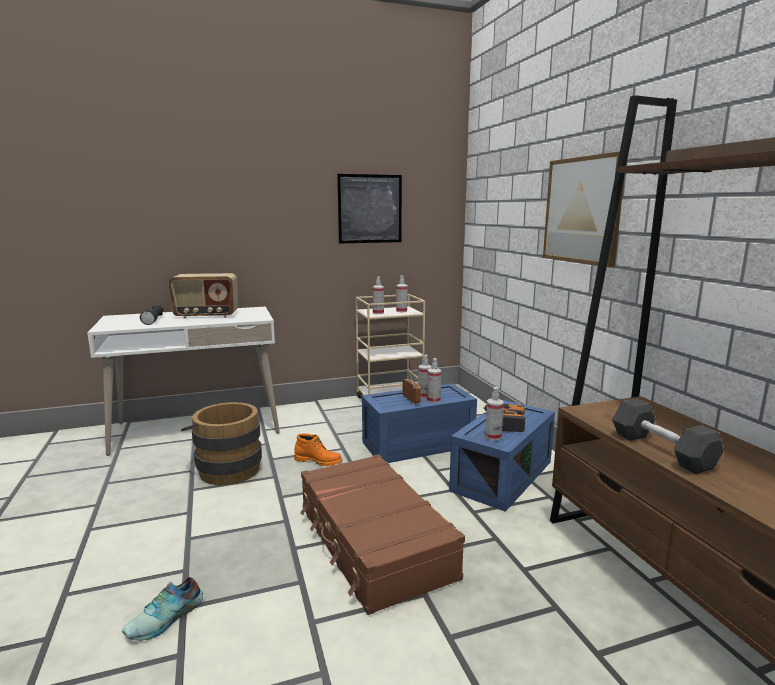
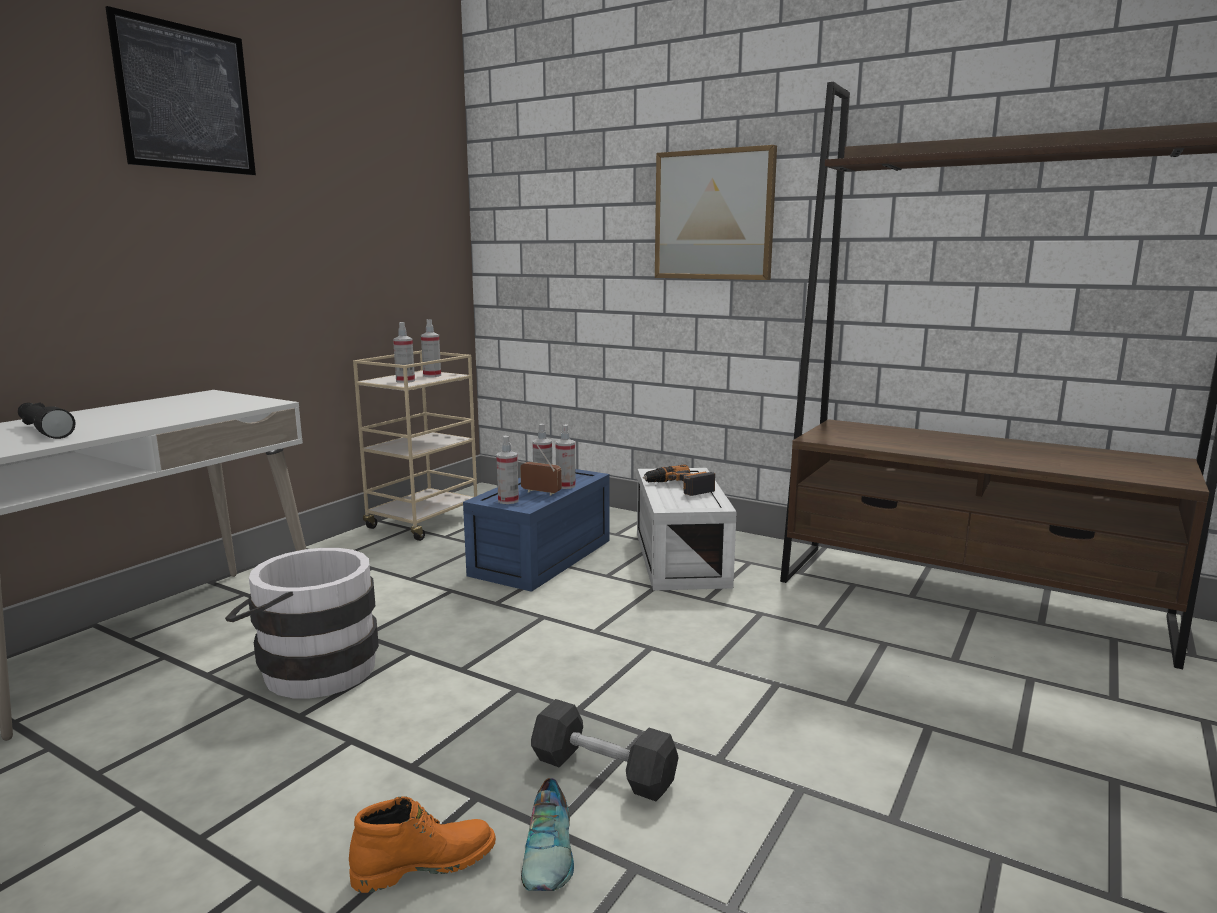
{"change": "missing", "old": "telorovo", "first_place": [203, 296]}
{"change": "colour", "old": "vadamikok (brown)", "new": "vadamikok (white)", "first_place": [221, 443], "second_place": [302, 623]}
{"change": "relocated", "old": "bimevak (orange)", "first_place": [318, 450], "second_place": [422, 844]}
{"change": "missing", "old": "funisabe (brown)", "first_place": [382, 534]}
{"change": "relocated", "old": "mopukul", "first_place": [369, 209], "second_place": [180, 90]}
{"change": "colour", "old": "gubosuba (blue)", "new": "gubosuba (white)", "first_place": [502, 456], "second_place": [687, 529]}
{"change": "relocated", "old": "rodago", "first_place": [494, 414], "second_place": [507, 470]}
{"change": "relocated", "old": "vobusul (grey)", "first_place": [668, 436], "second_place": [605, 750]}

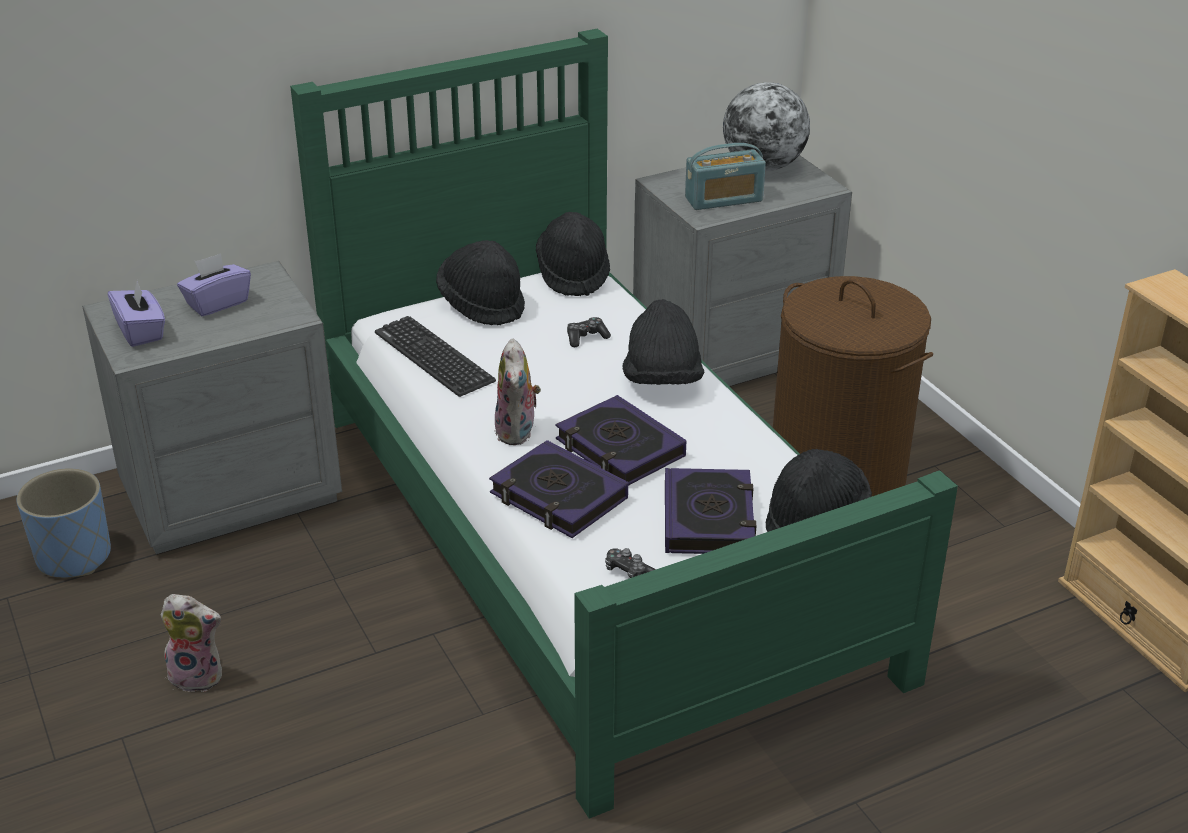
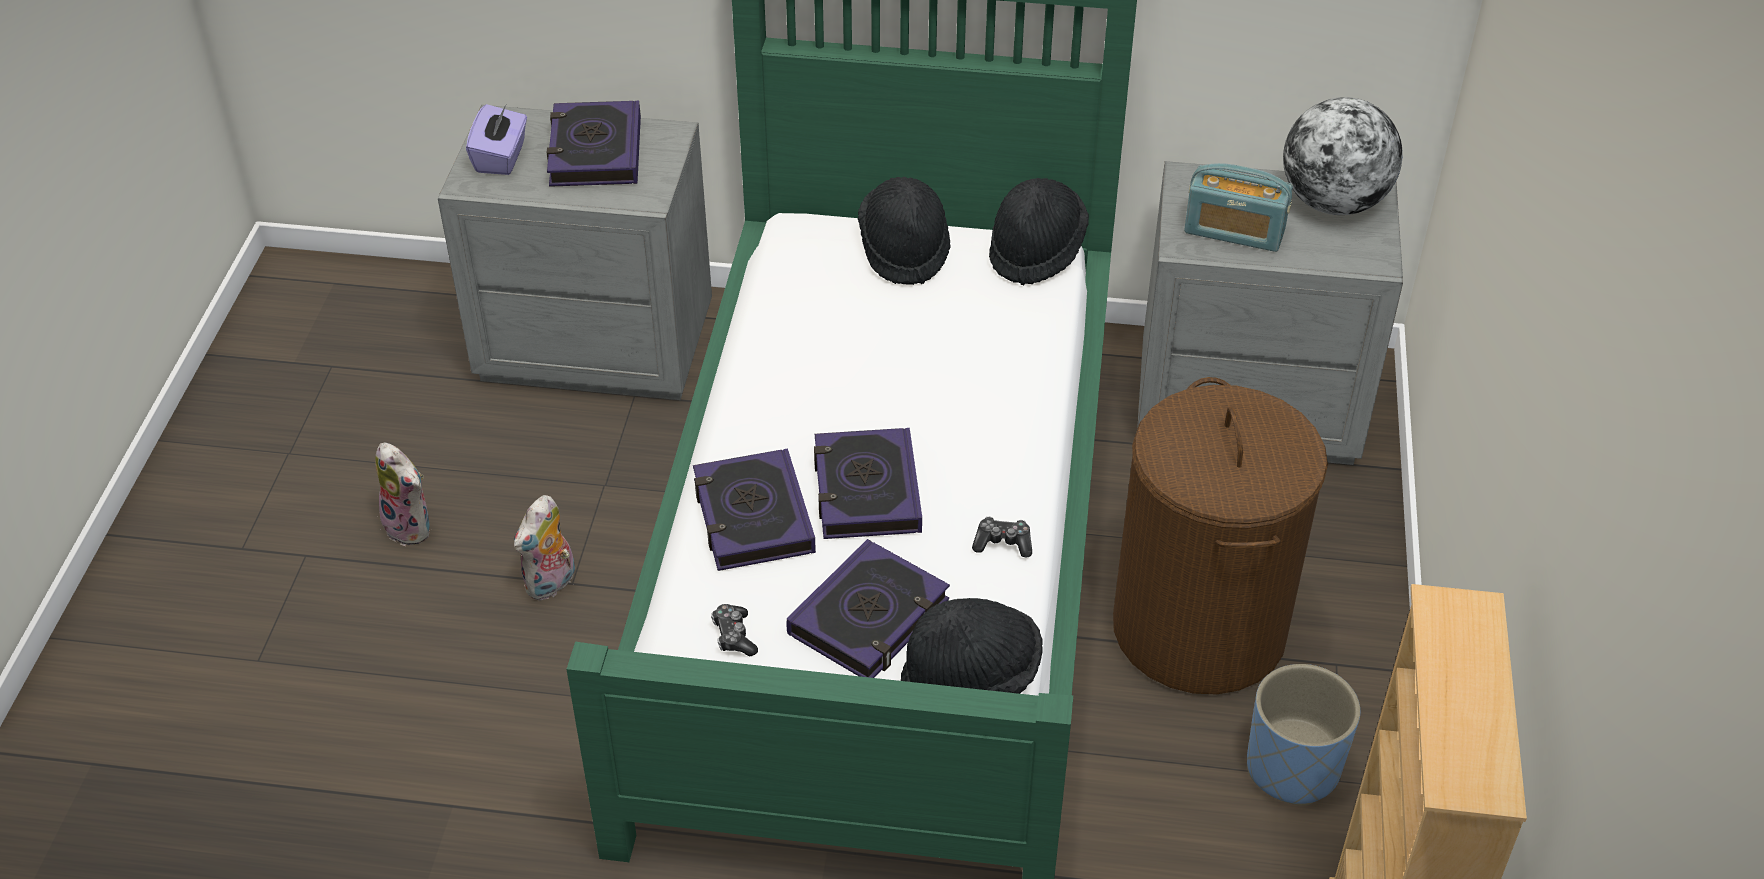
{"change": "relocated", "old": "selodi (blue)", "first_place": [63, 523], "second_place": [1303, 735]}
{"change": "exchanged", "old": "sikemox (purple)", "new": "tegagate", "first_place": [214, 284], "second_place": [594, 144]}
{"change": "missing", "old": "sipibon", "first_place": [435, 356]}
{"change": "relocated", "old": "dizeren", "first_place": [517, 391], "second_place": [544, 548]}
{"change": "relocated", "old": "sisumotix", "first_place": [589, 332], "second_place": [1002, 537]}
{"change": "missing", "old": "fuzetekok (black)", "first_place": [663, 342]}

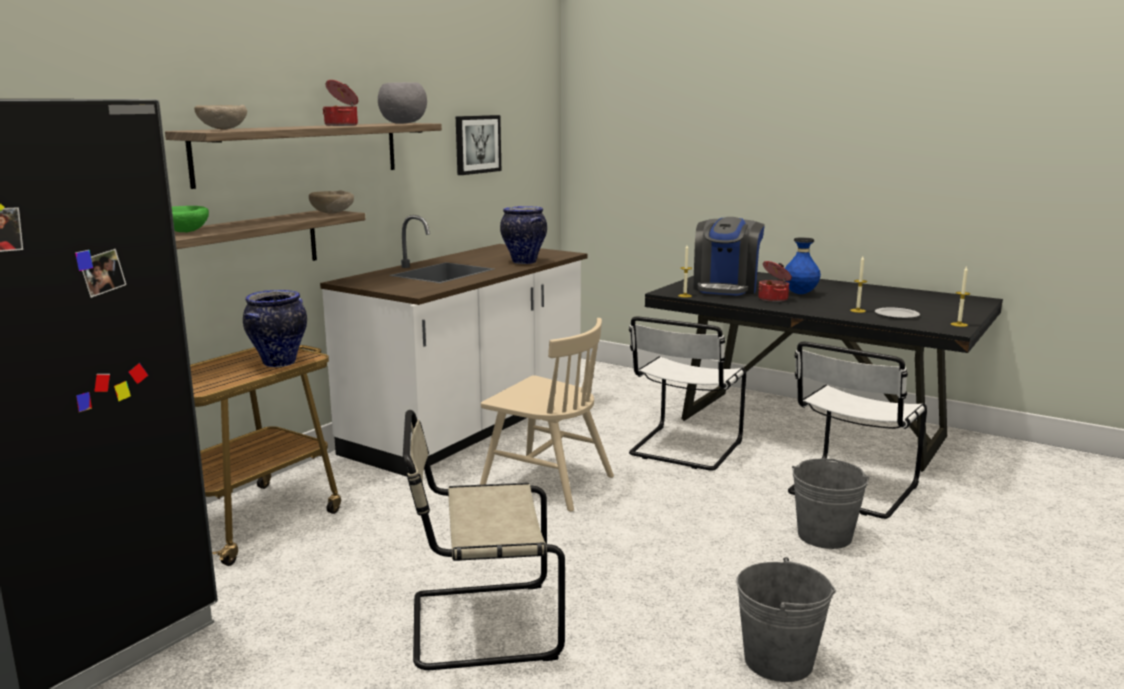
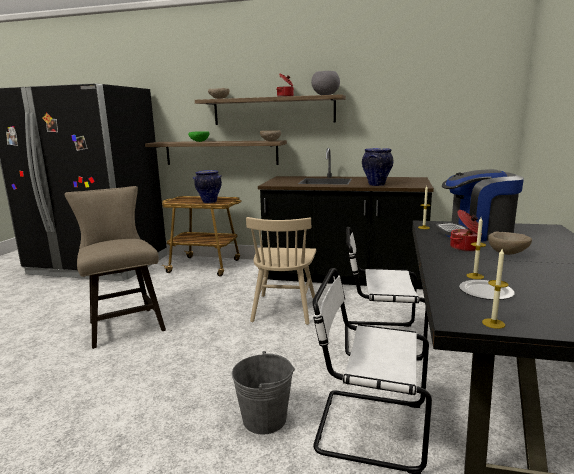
{"change": "colour", "old": "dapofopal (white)", "new": "dapofopal (black)", "first_place": [454, 346], "second_place": [346, 218]}
{"change": "exchanged", "old": "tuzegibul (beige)", "new": "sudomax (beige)", "first_place": [484, 540], "second_place": [115, 267]}
{"change": "missing", "old": "mopukul", "first_place": [478, 145]}
{"change": "missing", "old": "vadamikok (grey)", "first_place": [786, 619]}
{"change": "exchanged", "old": "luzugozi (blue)", "new": "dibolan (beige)", "first_place": [803, 265], "second_place": [510, 243]}

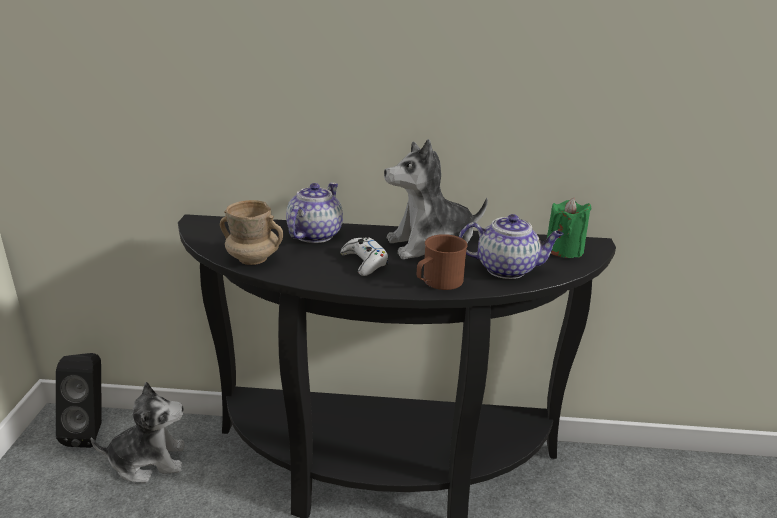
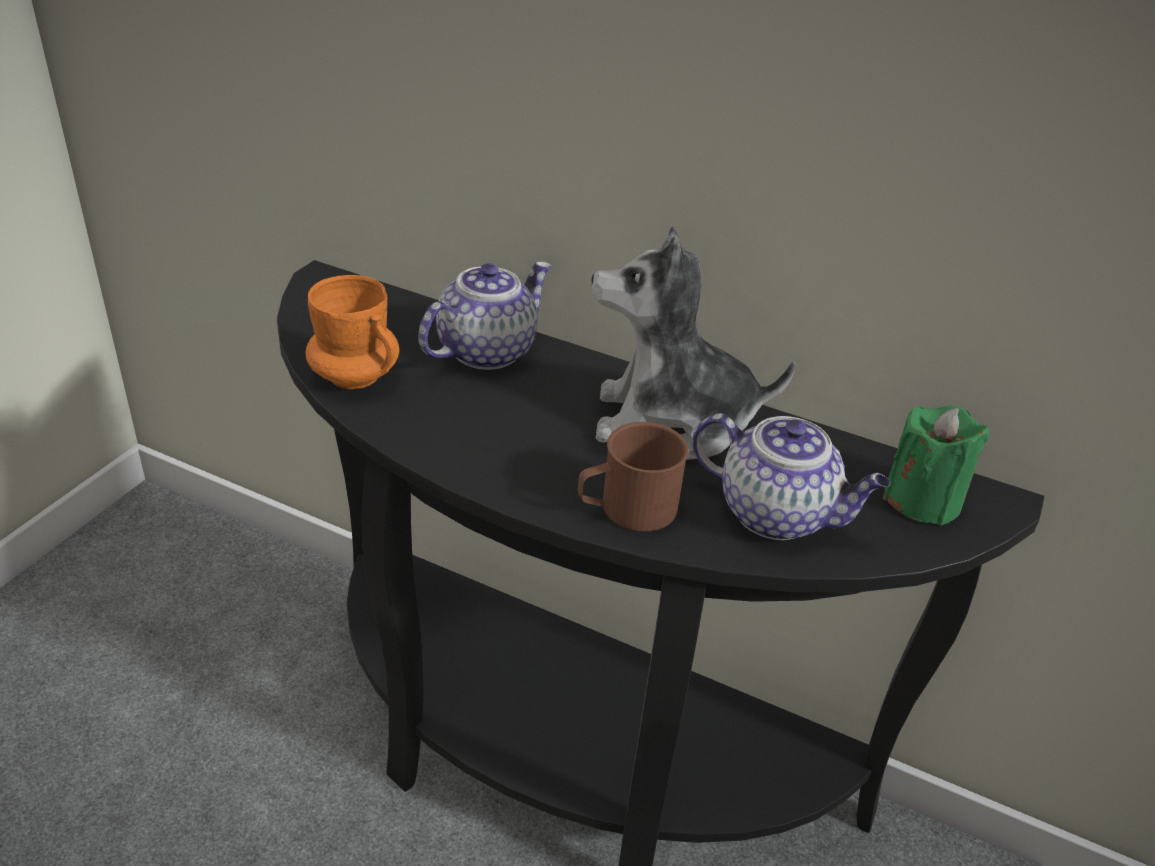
{"change": "missing", "old": "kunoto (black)", "first_place": [79, 400]}
{"change": "missing", "old": "dizeren", "first_place": [138, 432]}
{"change": "colour", "old": "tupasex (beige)", "new": "tupasex (orange)", "first_place": [251, 232], "second_place": [352, 332]}
{"change": "missing", "old": "sisumotix (white)", "first_place": [364, 256]}

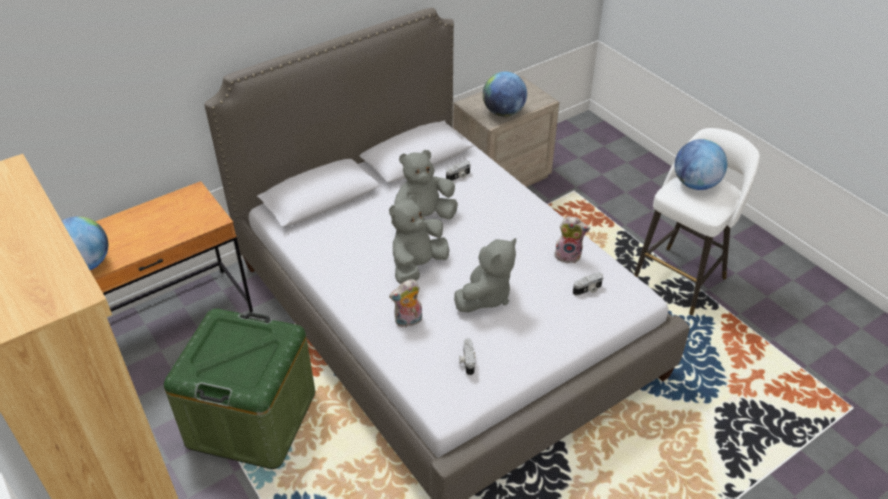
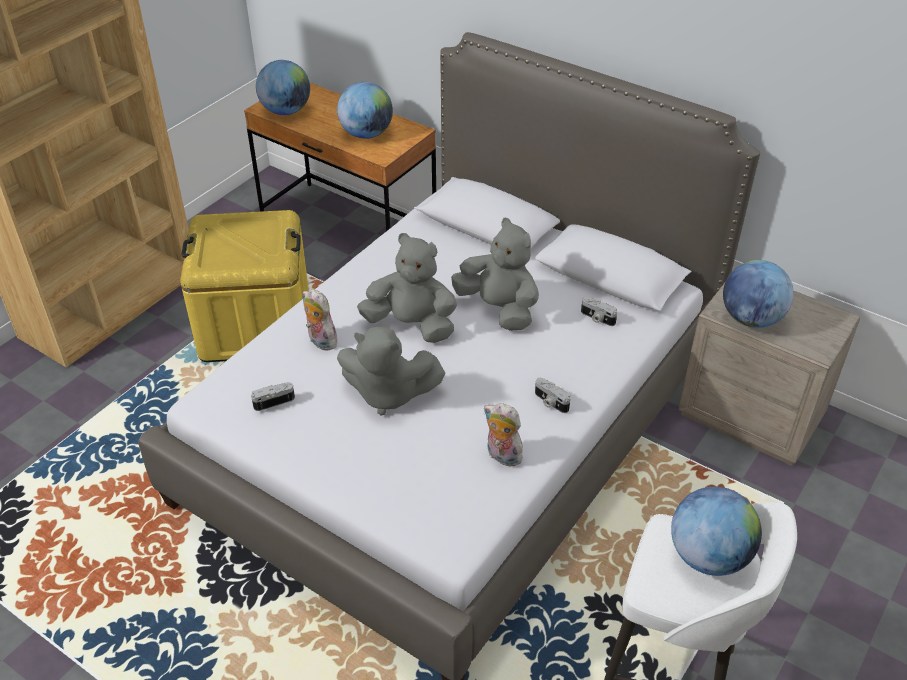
{"change": "colour", "old": "gubosuba (green)", "new": "gubosuba (yellow)", "first_place": [239, 388], "second_place": [244, 286]}
{"change": "spun", "old": "dizeren", "first_place": [572, 239], "second_place": [503, 434], "degrees": 135}
{"change": "relocated", "old": "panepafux", "first_place": [588, 284], "second_place": [552, 395]}
{"change": "appeared", "new": "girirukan", "second_place": [365, 110]}

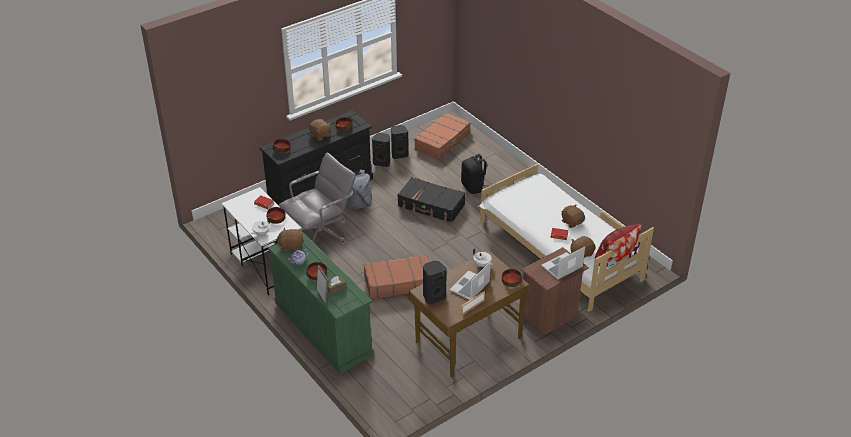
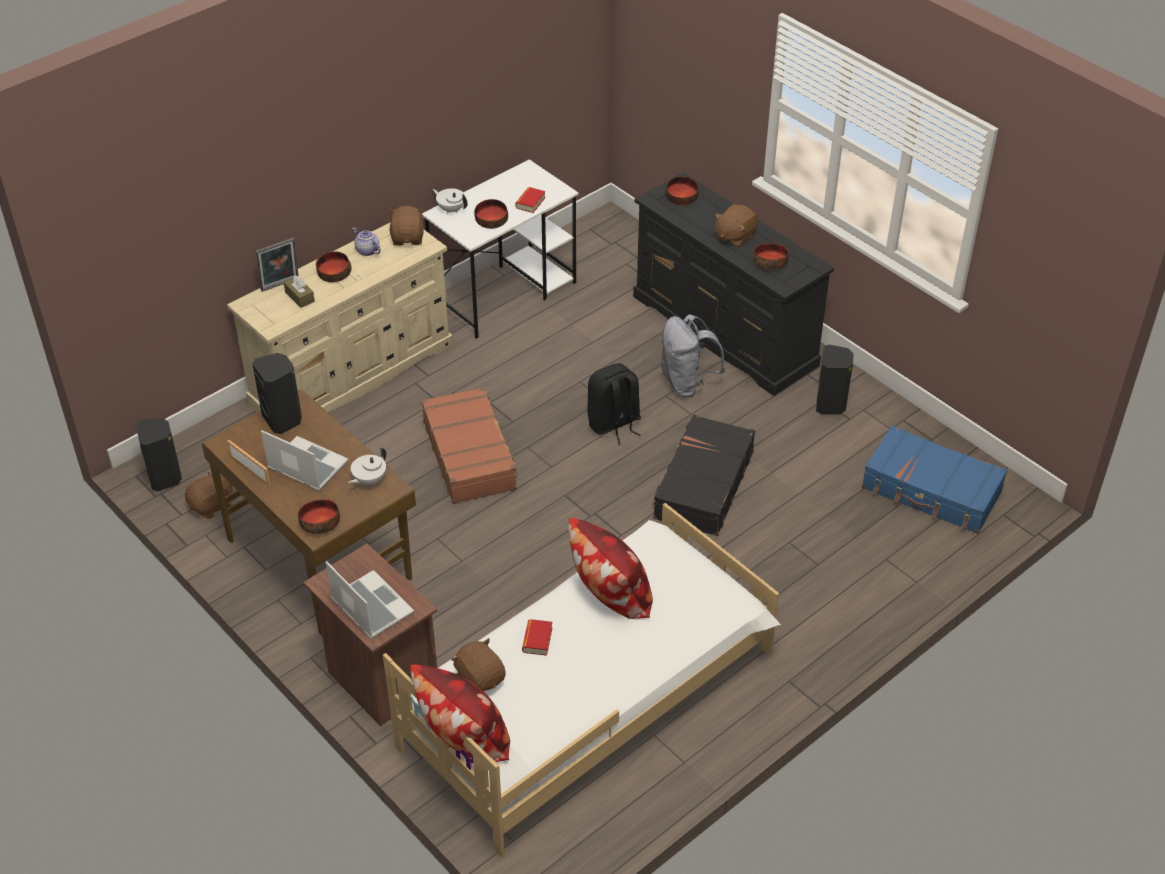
{"change": "colour", "old": "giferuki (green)", "new": "giferuki (beige)", "first_place": [321, 303], "second_place": [340, 317]}
{"change": "missing", "old": "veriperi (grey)", "first_place": [317, 199]}
{"change": "relocated", "old": "kunoto (black)", "first_place": [400, 142], "second_place": [159, 454]}
{"change": "colour", "old": "funisabe (brown)", "new": "funisabe (blue)", "first_place": [442, 136], "second_place": [934, 480]}
{"change": "relocated", "old": "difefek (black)", "first_place": [475, 174], "second_place": [614, 403]}
{"change": "relocated", "old": "dizeren (brown)", "first_place": [573, 216], "second_place": [209, 494]}
{"change": "appeared", "new": "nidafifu", "second_place": [611, 568]}

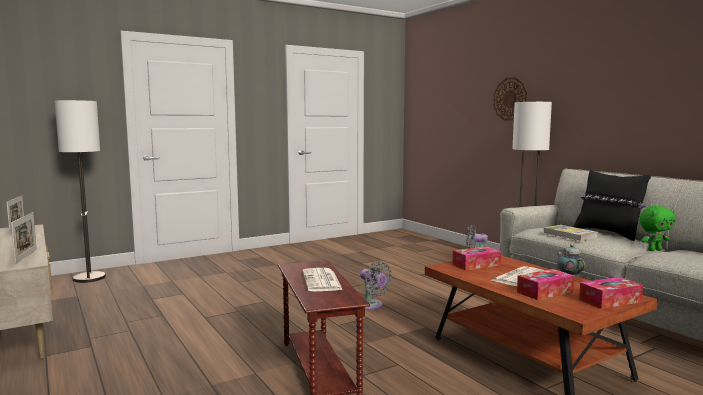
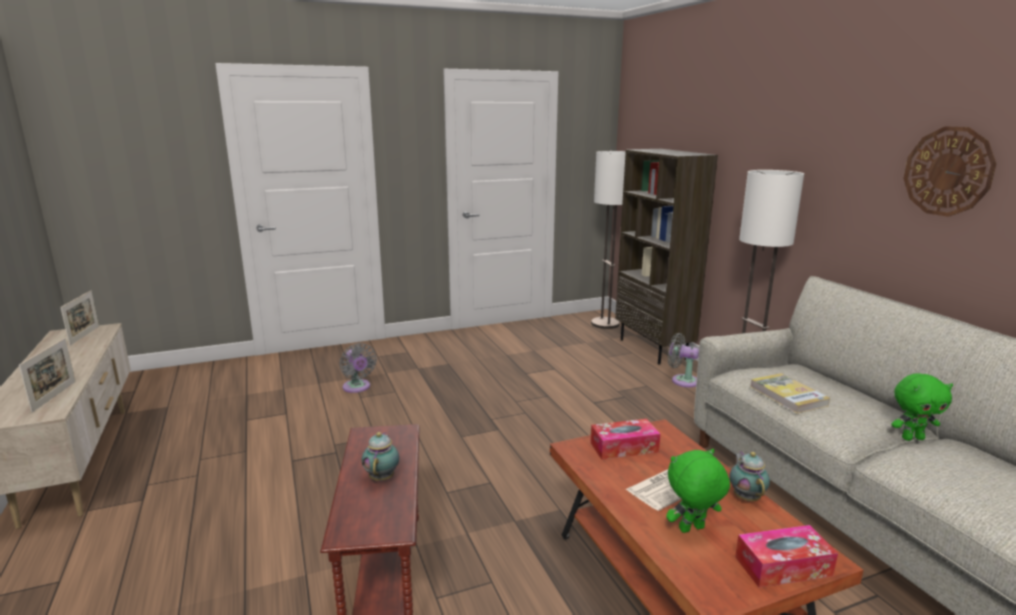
{"change": "relocated", "old": "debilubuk", "first_place": [80, 191], "second_place": [608, 240]}
{"change": "exchanged", "old": "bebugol", "new": "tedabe", "first_place": [323, 279], "second_place": [380, 456]}
{"change": "relocated", "old": "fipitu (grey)", "first_place": [376, 285], "second_place": [358, 368]}
{"change": "relocated", "old": "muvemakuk", "first_place": [510, 98], "second_place": [949, 171]}
{"change": "exchanged", "old": "sikemox", "new": "dizeren (green)", "first_place": [546, 284], "second_place": [698, 491]}
{"change": "missing", "old": "nidafifu (black)", "first_place": [612, 205]}
{"change": "appeared", "new": "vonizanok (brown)", "second_place": [666, 257]}

